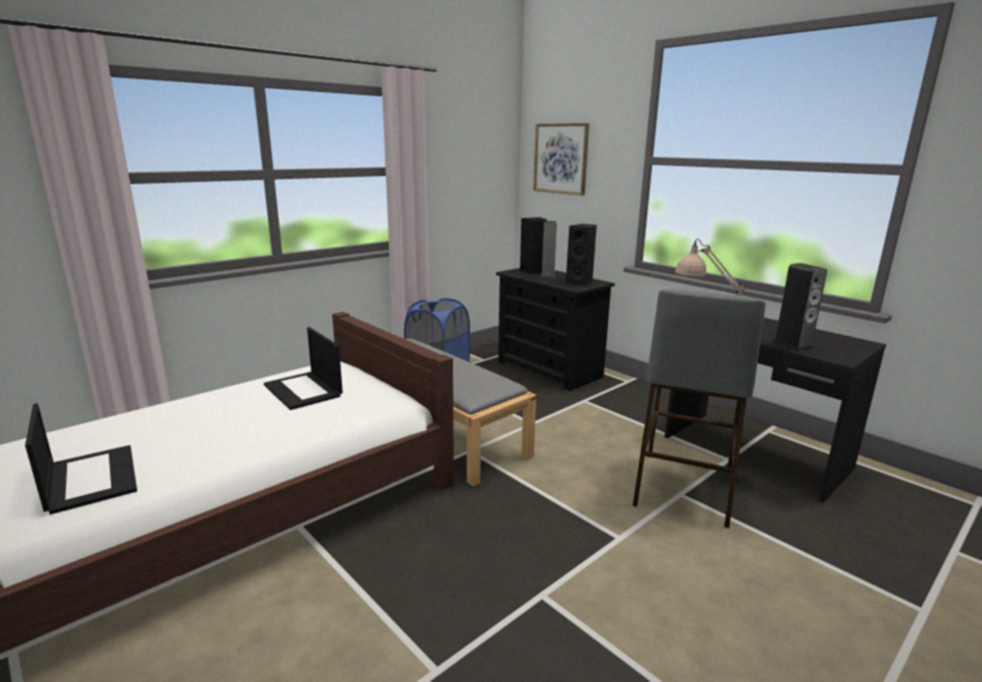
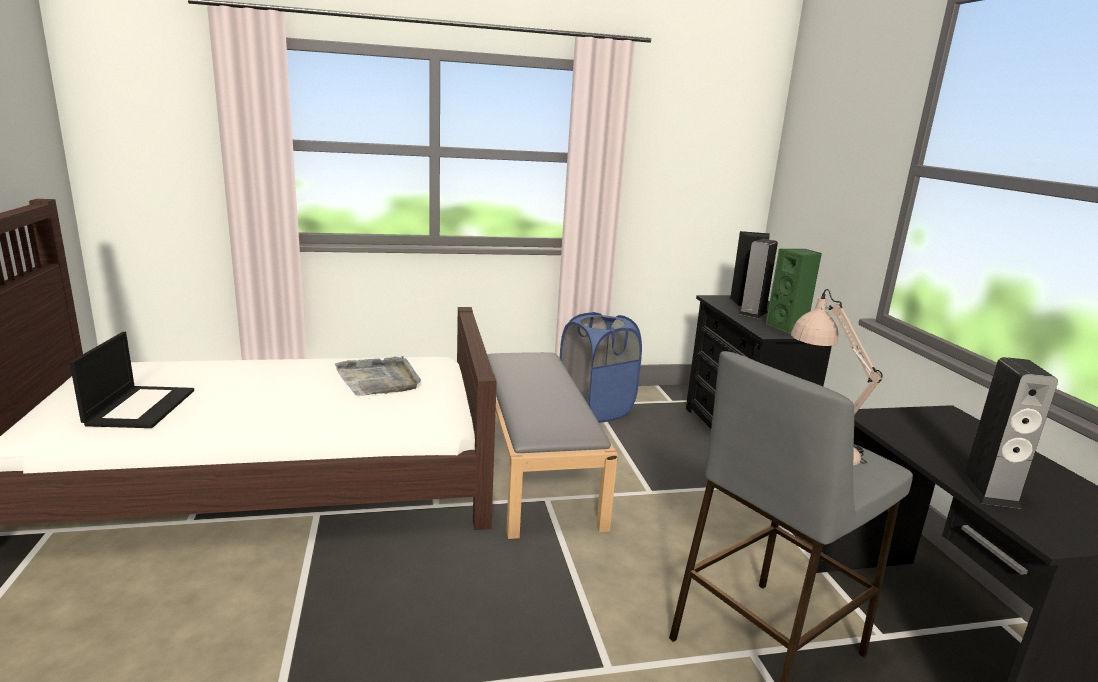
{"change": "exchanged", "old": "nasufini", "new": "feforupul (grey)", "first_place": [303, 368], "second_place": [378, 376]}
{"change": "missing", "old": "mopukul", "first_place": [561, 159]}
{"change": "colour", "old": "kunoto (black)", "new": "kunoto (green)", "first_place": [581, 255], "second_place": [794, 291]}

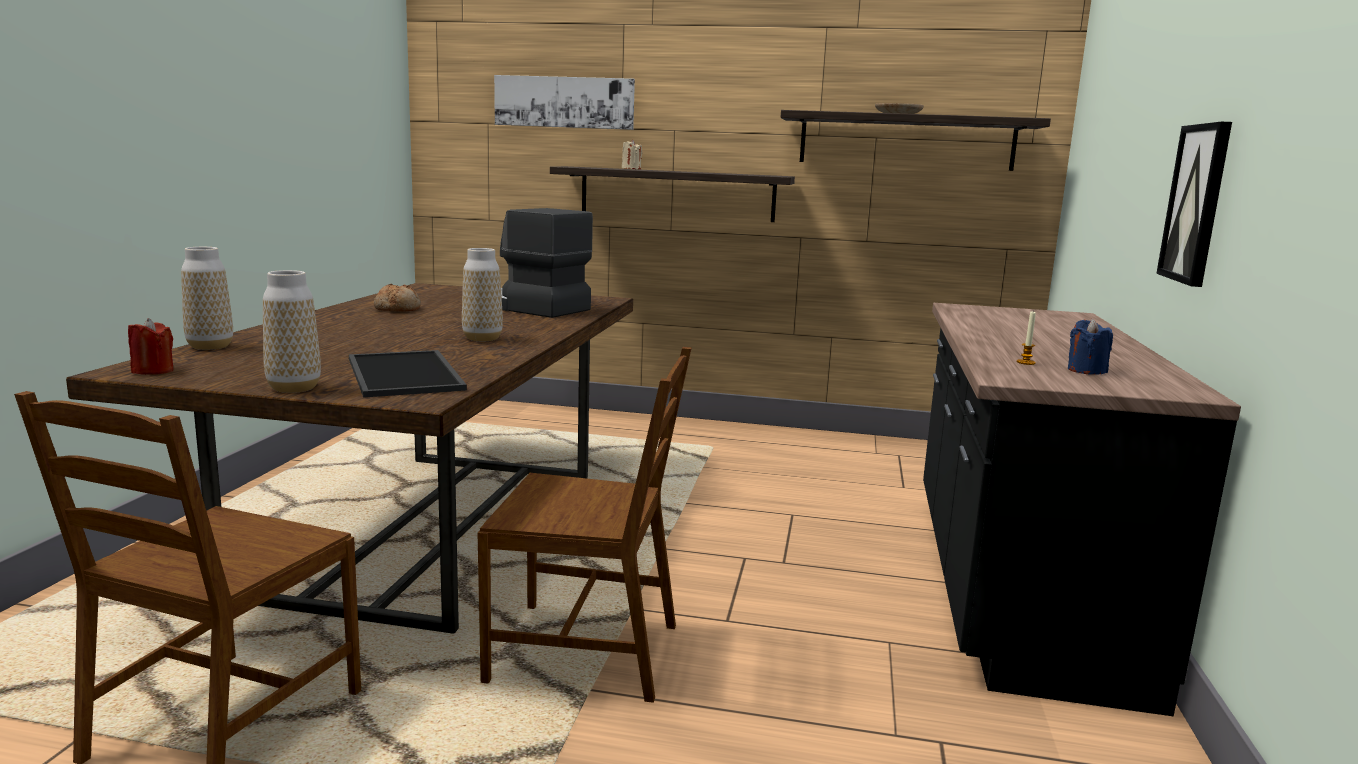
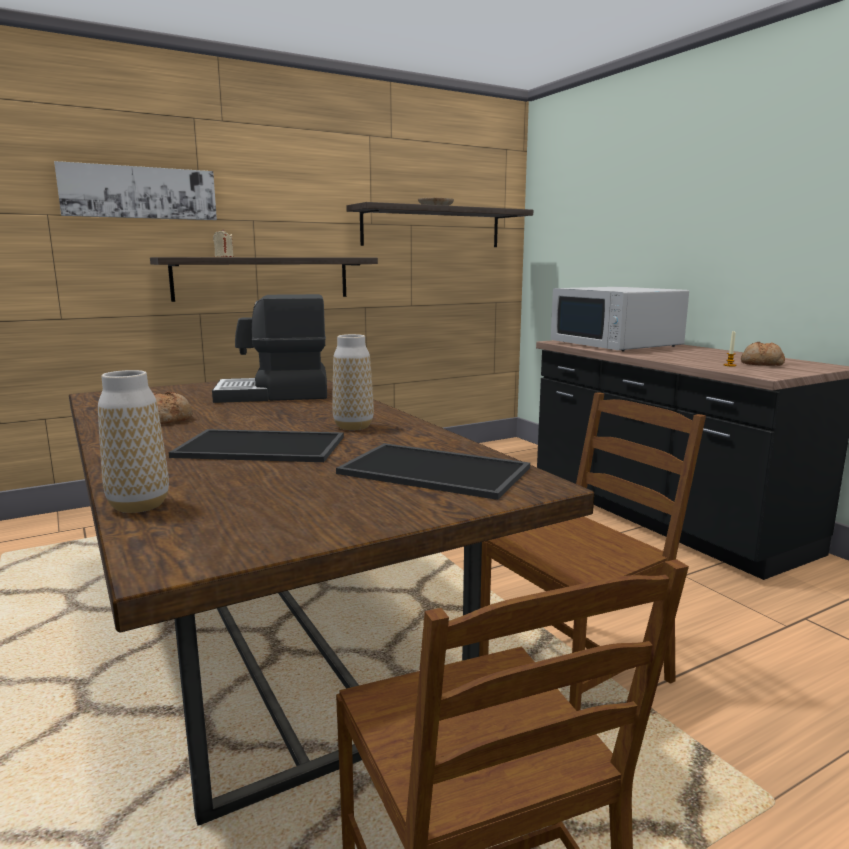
{"change": "missing", "old": "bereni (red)", "first_place": [151, 346]}
{"change": "missing", "old": "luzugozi", "first_place": [292, 331]}
{"change": "exchanged", "old": "bereni (blue)", "new": "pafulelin", "first_place": [1090, 347], "second_place": [763, 354]}
{"change": "missing", "old": "mopukul", "first_place": [1194, 204]}
{"change": "appeared", "new": "feforupul", "second_place": [256, 445]}
{"change": "appeared", "new": "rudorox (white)", "second_place": [620, 319]}

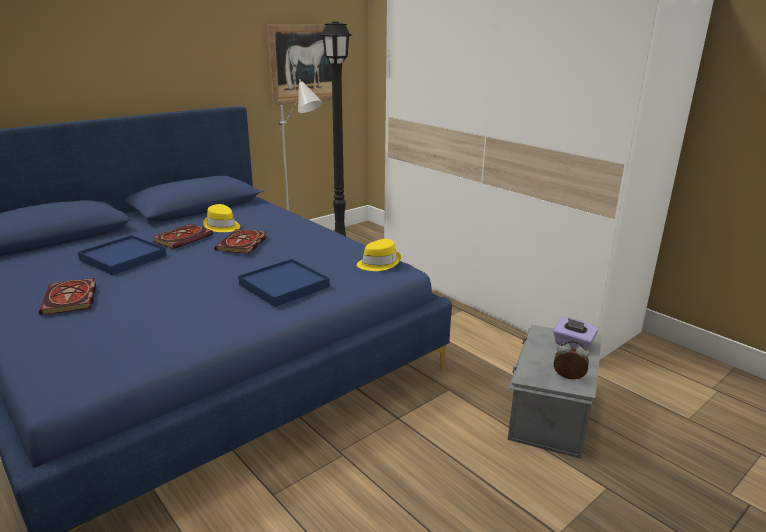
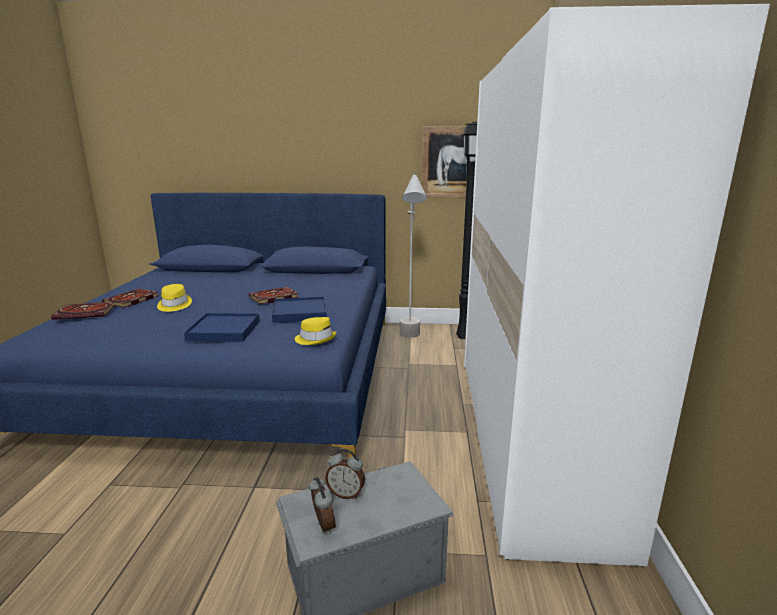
{"change": "relocated", "old": "feforupul (blue)", "first_place": [122, 255], "second_place": [299, 310]}
{"change": "relocated", "old": "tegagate", "first_place": [183, 236], "second_place": [83, 311]}
{"change": "relocated", "old": "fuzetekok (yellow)", "first_place": [221, 218], "second_place": [174, 298]}
{"change": "missing", "old": "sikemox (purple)", "first_place": [575, 334]}
{"change": "appeared", "new": "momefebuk", "second_place": [345, 474]}

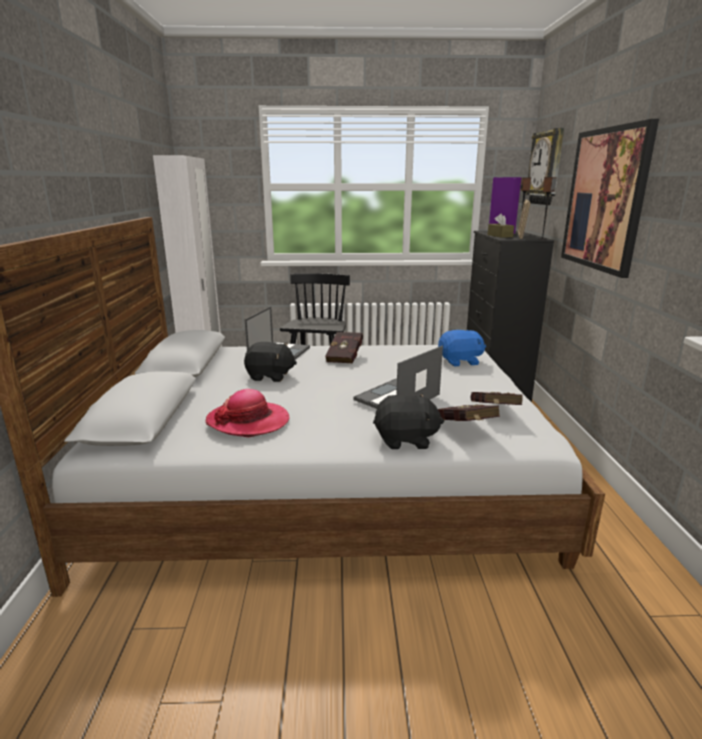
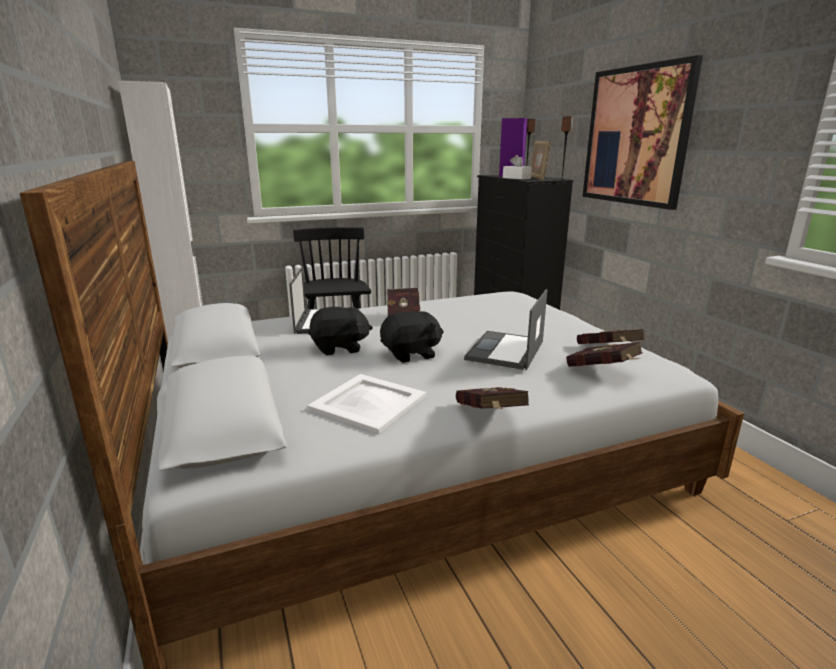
{"change": "exchanged", "old": "fuzetekok", "new": "feforupul (white)", "first_place": [247, 413], "second_place": [367, 404]}
{"change": "relocated", "old": "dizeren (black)", "first_place": [408, 421], "second_place": [412, 336]}
{"change": "missing", "old": "dizeren (blue)", "first_place": [462, 348]}
{"change": "colour", "old": "sikemox (brown)", "new": "sikemox (white)", "first_place": [501, 225], "second_place": [517, 167]}
{"change": "missing", "old": "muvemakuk", "first_place": [545, 166]}
{"change": "appeared", "new": "tegagate (red)", "second_place": [492, 398]}

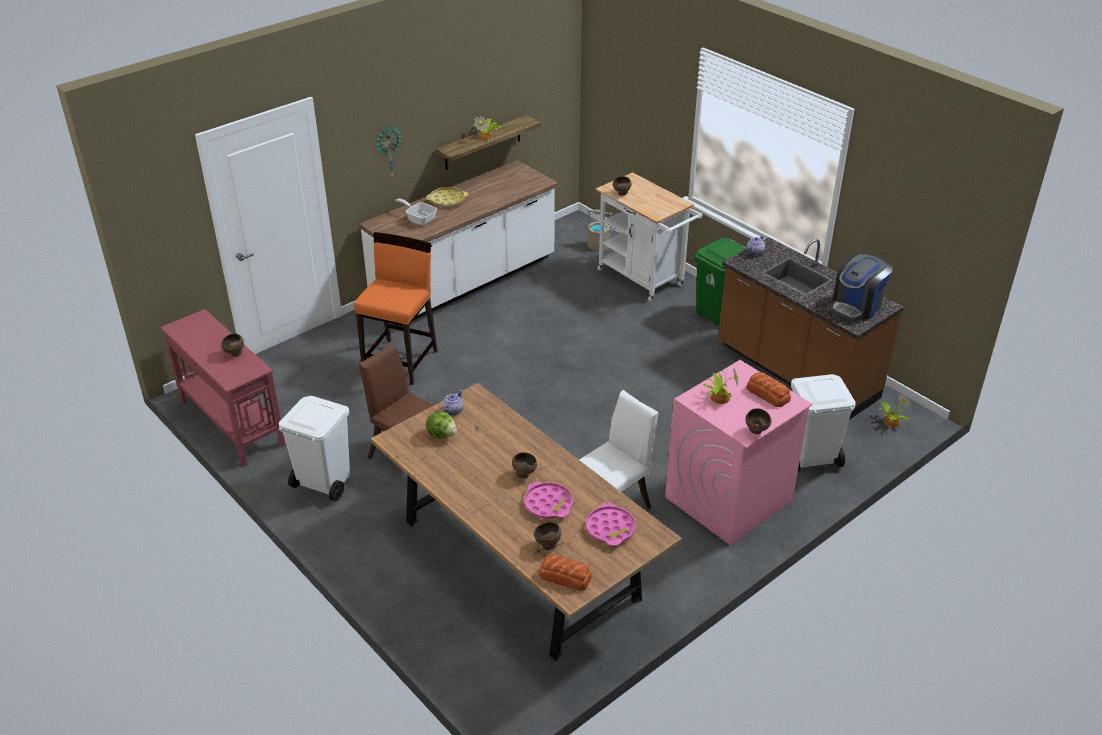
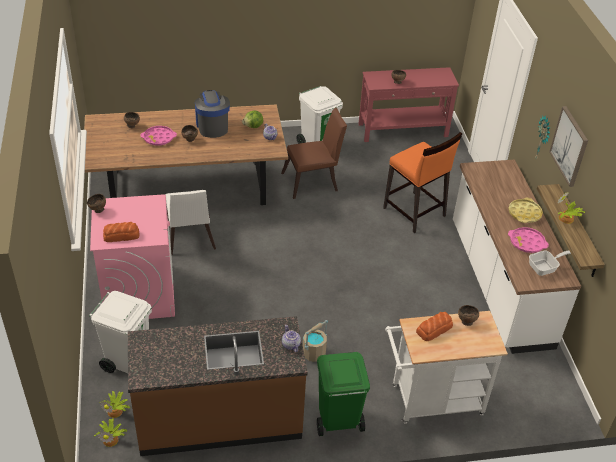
{"change": "relocated", "old": "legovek", "first_place": [416, 211], "second_place": [550, 263]}
{"change": "relocated", "old": "pafulelin", "first_place": [565, 572], "second_place": [434, 326]}
{"change": "relocated", "old": "feforupul (pink)", "first_place": [611, 524], "second_place": [528, 240]}
{"change": "relocated", "old": "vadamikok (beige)", "first_place": [599, 230], "second_place": [315, 341]}
{"change": "relocated", "old": "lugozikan", "first_place": [721, 386], "second_place": [114, 404]}
{"change": "relocated", "old": "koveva", "first_place": [862, 287], "second_place": [212, 114]}
{"change": "appeared", "new": "mopukul", "second_place": [568, 146]}

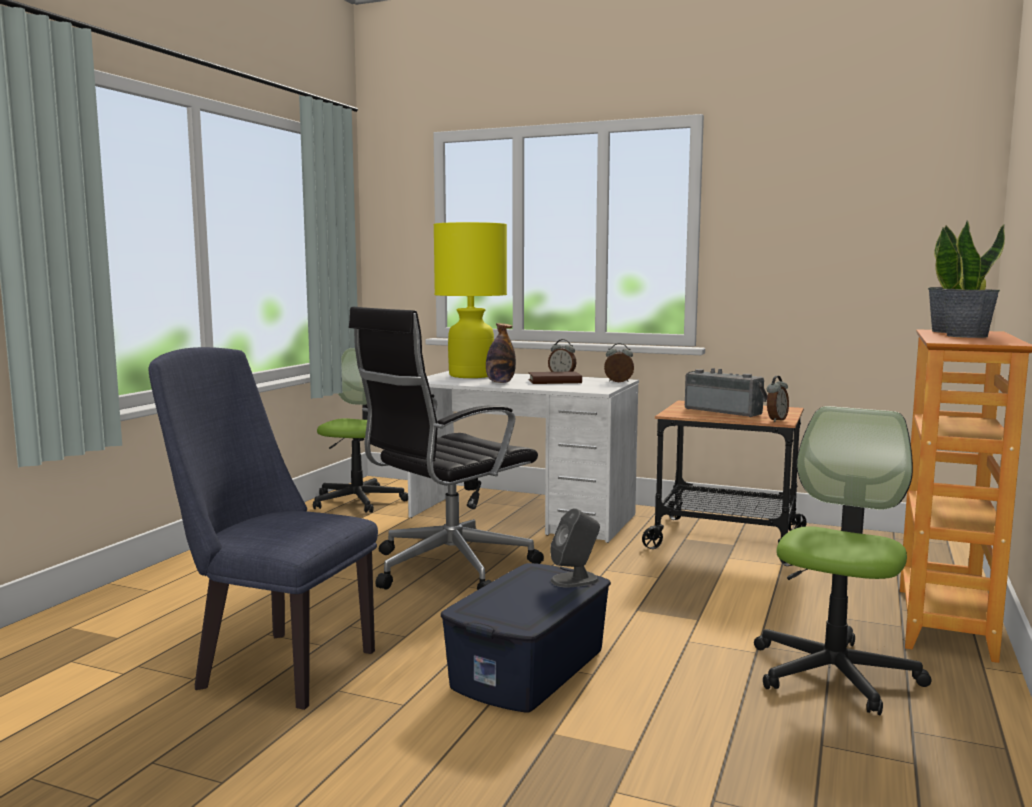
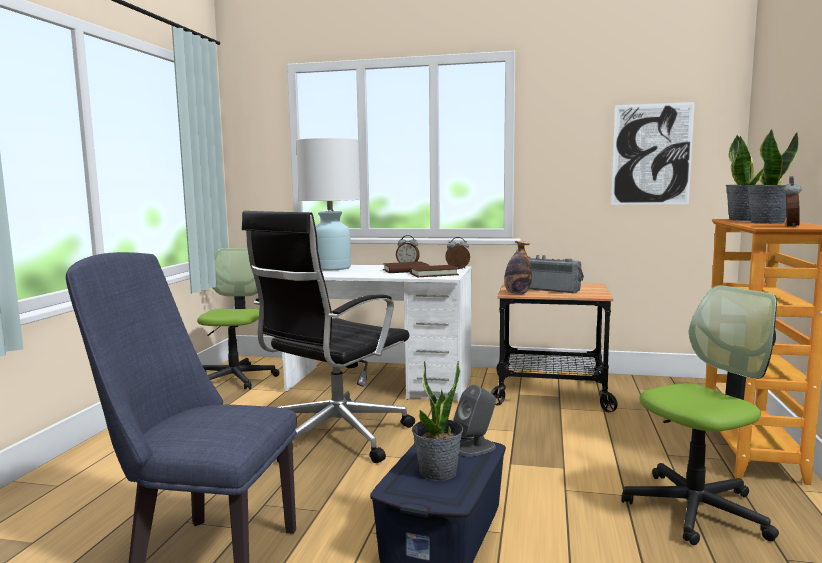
{"change": "colour", "old": "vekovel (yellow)", "new": "vekovel (white)", "first_place": [470, 300], "second_place": [328, 204]}
{"change": "relocated", "old": "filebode", "first_place": [501, 353], "second_place": [518, 267]}
{"change": "spun", "old": "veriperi", "first_place": [843, 560], "second_place": [700, 415], "degrees": 45}
{"change": "relocated", "old": "momefebuk", "first_place": [778, 399], "second_place": [792, 201]}
{"change": "appeared", "new": "tegagate (brown)", "second_place": [434, 271]}
{"change": "appeared", "new": "lugozikan", "second_place": [437, 421]}
{"change": "appeared", "new": "mopukul", "second_place": [653, 153]}

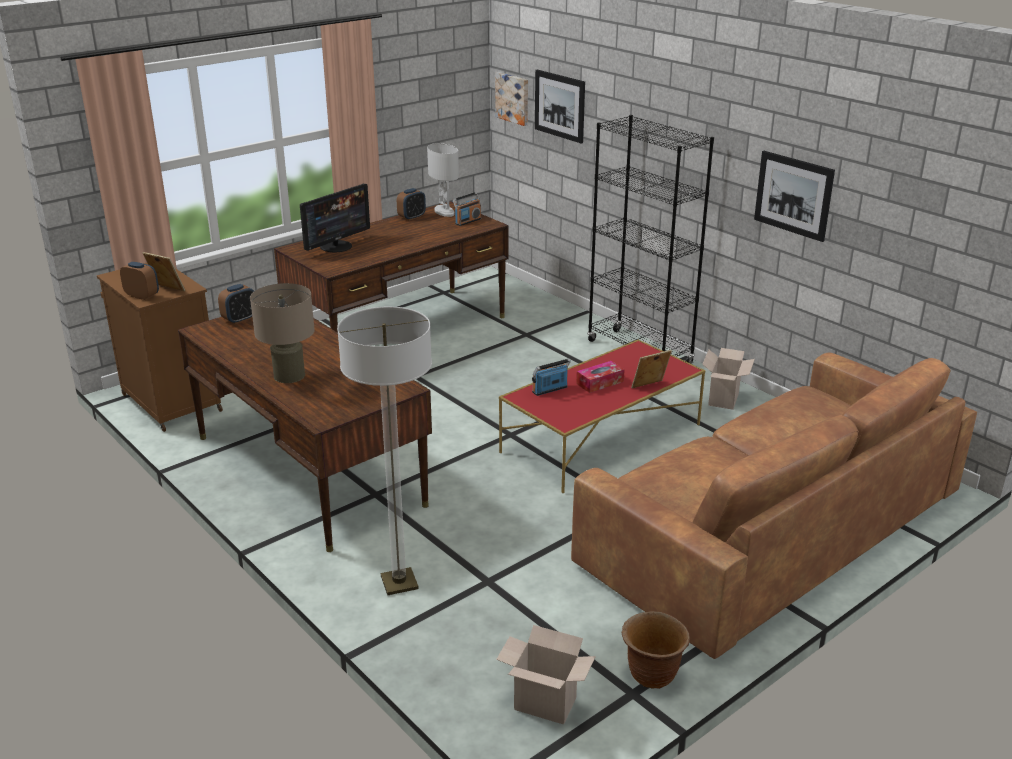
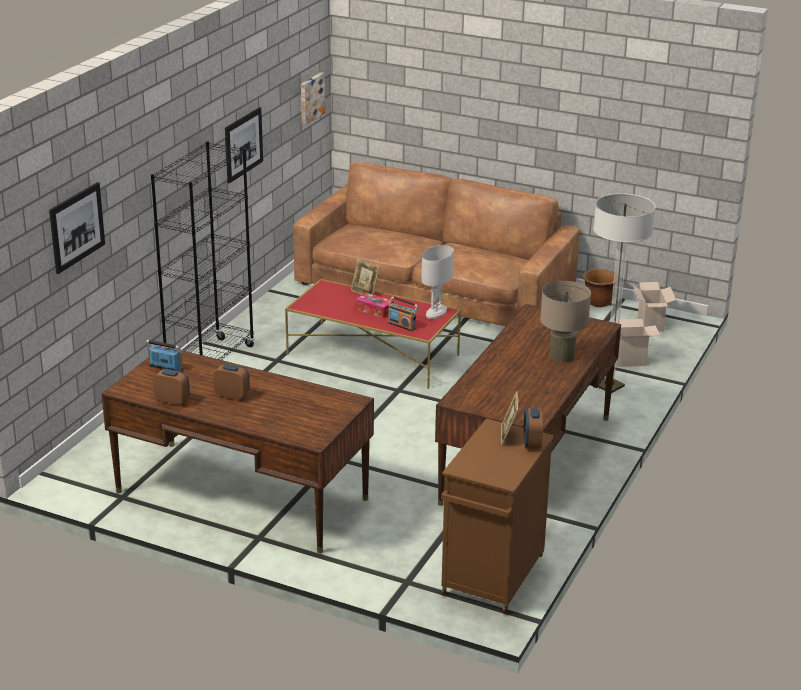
{"change": "relocated", "old": "momefebuk", "first_place": [236, 304], "second_place": [231, 382]}
{"change": "missing", "old": "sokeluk", "first_place": [335, 218]}
{"change": "relocated", "old": "vekovel (white)", "first_place": [443, 180], "second_place": [438, 282]}
{"change": "relocated", "old": "mopukul", "first_place": [511, 99], "second_place": [313, 98]}
{"change": "relocated", "old": "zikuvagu", "first_place": [728, 379], "second_place": [638, 343]}

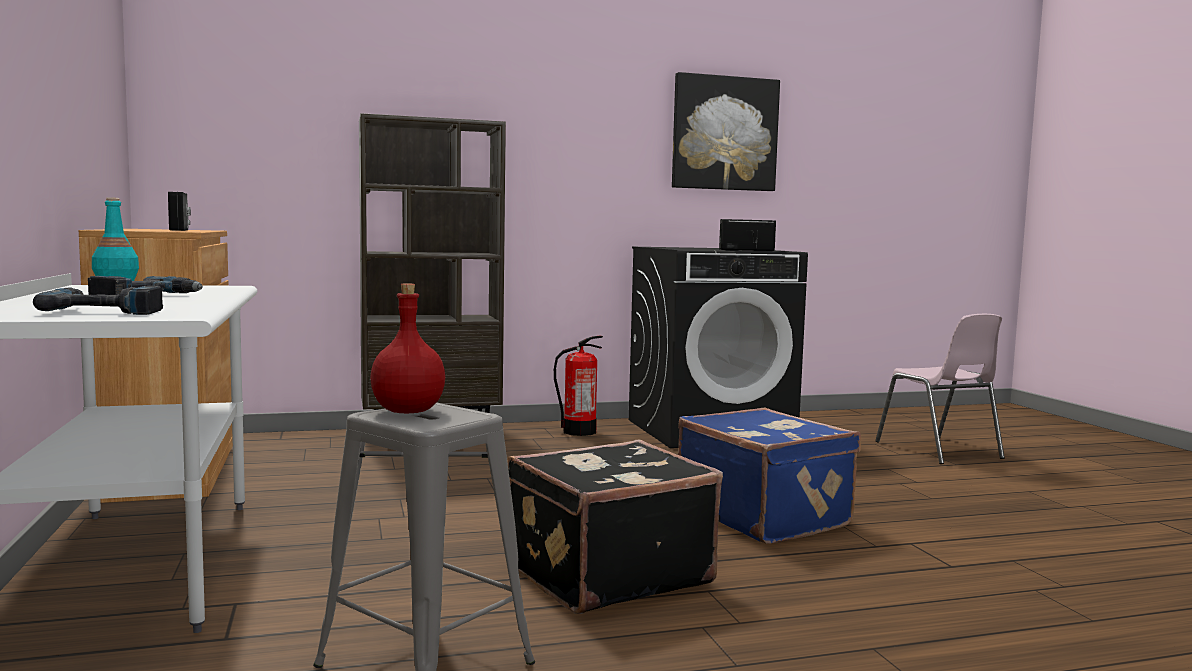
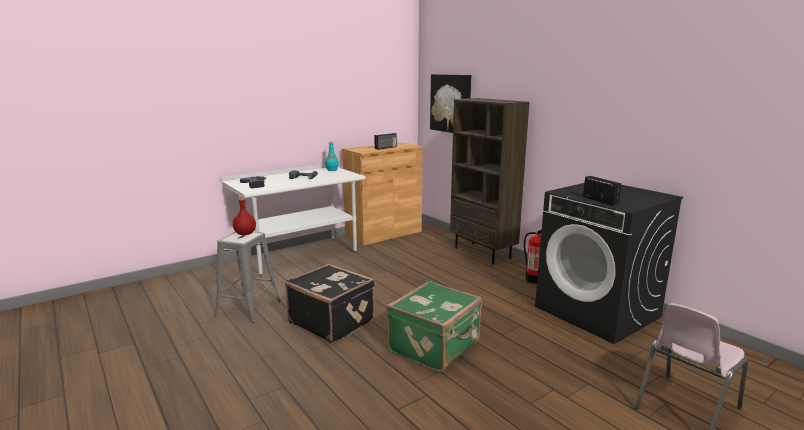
{"change": "relocated", "old": "mopukul", "first_place": [726, 131], "second_place": [450, 103]}
{"change": "colour", "old": "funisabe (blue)", "new": "funisabe (green)", "first_place": [769, 475], "second_place": [434, 326]}

